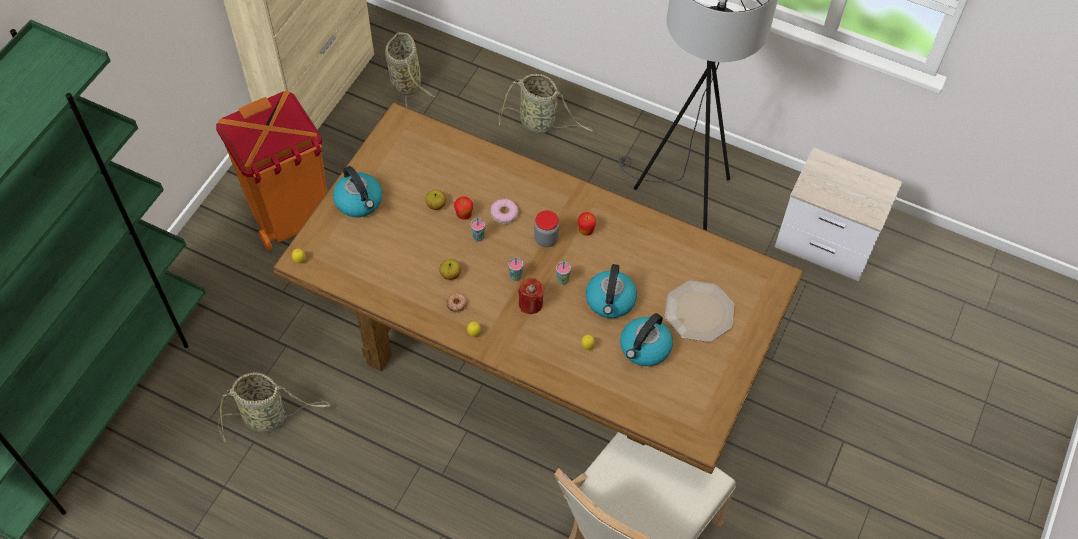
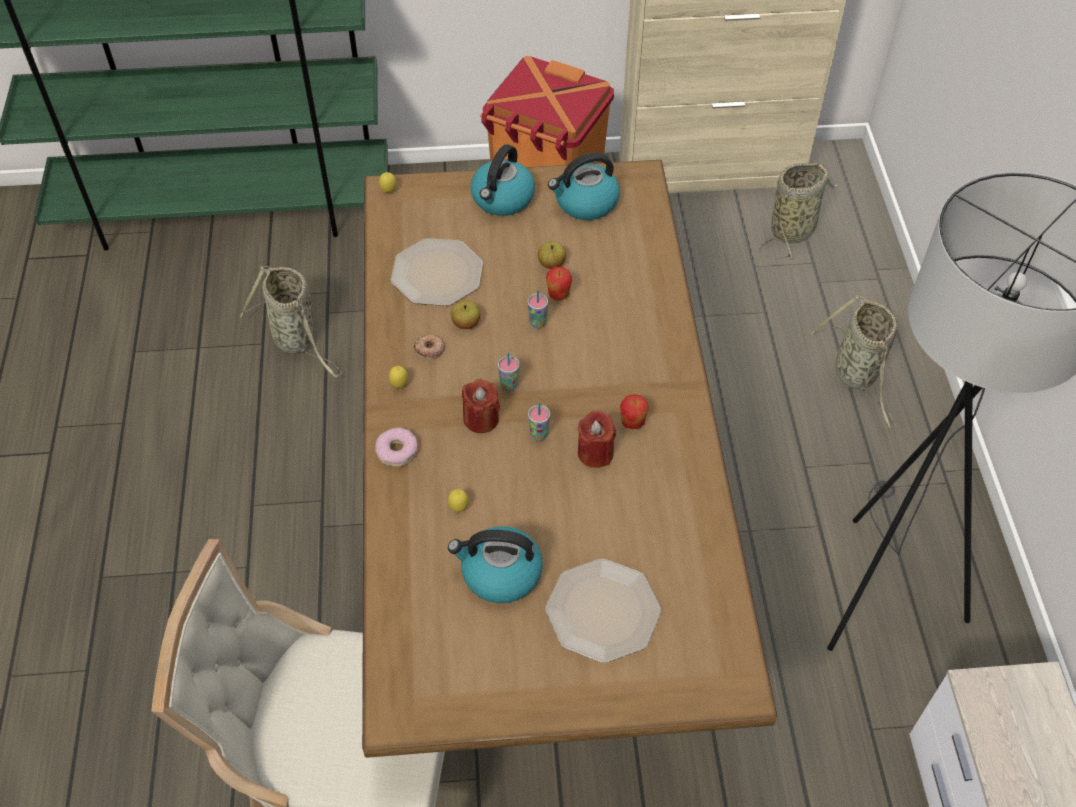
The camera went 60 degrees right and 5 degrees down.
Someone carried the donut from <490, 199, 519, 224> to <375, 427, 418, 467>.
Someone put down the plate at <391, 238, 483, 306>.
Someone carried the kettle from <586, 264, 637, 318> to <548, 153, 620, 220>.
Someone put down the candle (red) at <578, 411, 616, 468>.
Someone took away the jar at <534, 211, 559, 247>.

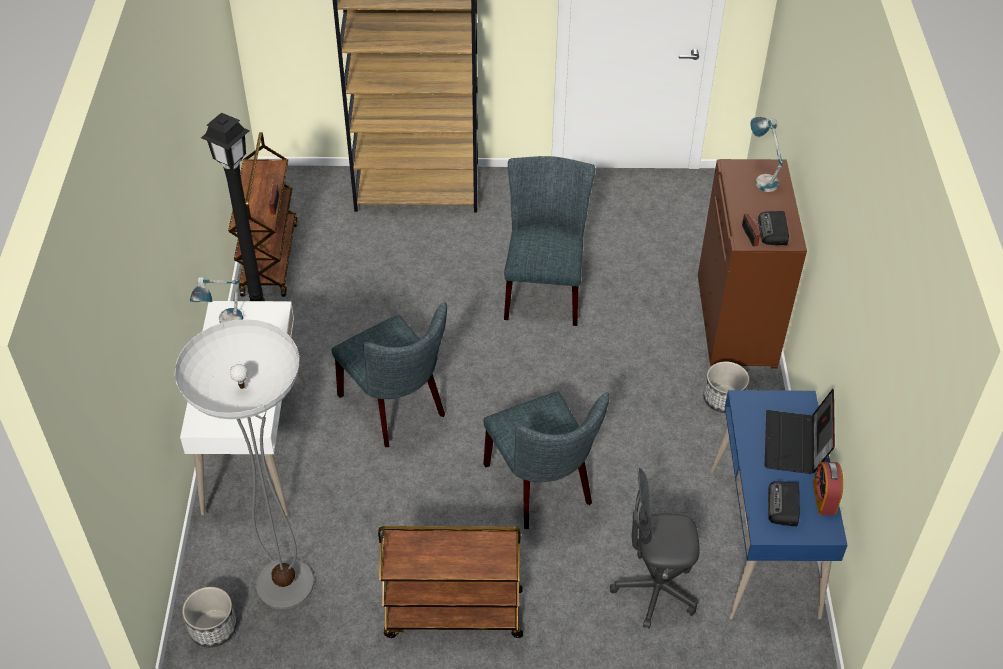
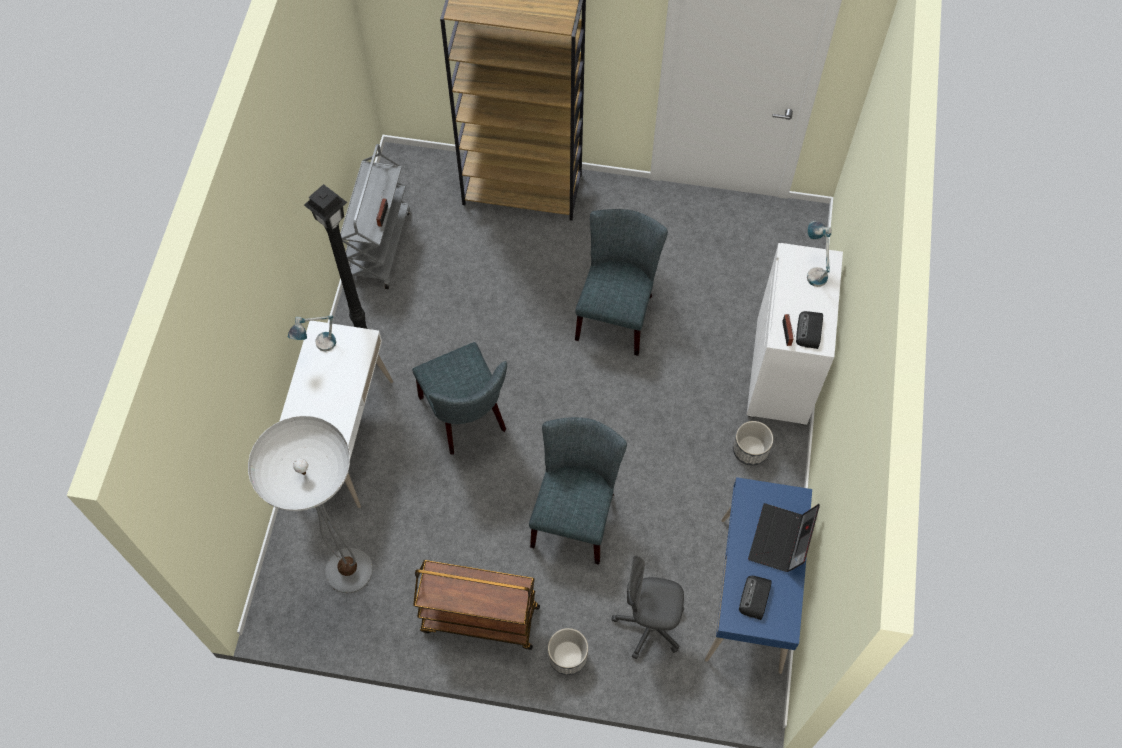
The camera went 10 degrees right and 15 degrees up.
Someone repainted the cart (brown) at <228, 132, 298, 297>, which became the cart (grey) at <340, 144, 410, 289>.
Someone rotated the chair (grey) at <483, 392, 610, 529> by 150 degrees counterclockwise.
Someone carried the planter from <182, 587, 237, 647> to <548, 628, 588, 675>.
Someone repainted the cabinet (brown) at <698, 159, 807, 369>, which became the cabinet (white) at <747, 243, 843, 426>.
Someone took away the alarm clock at <813, 462, 843, 515>.

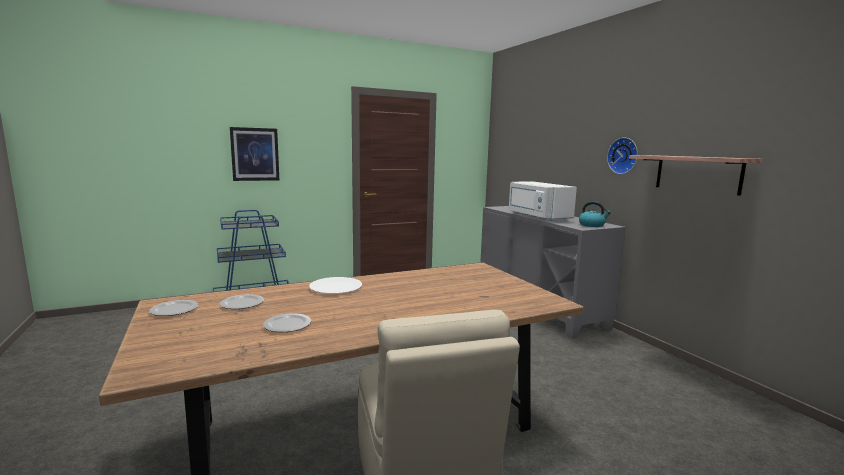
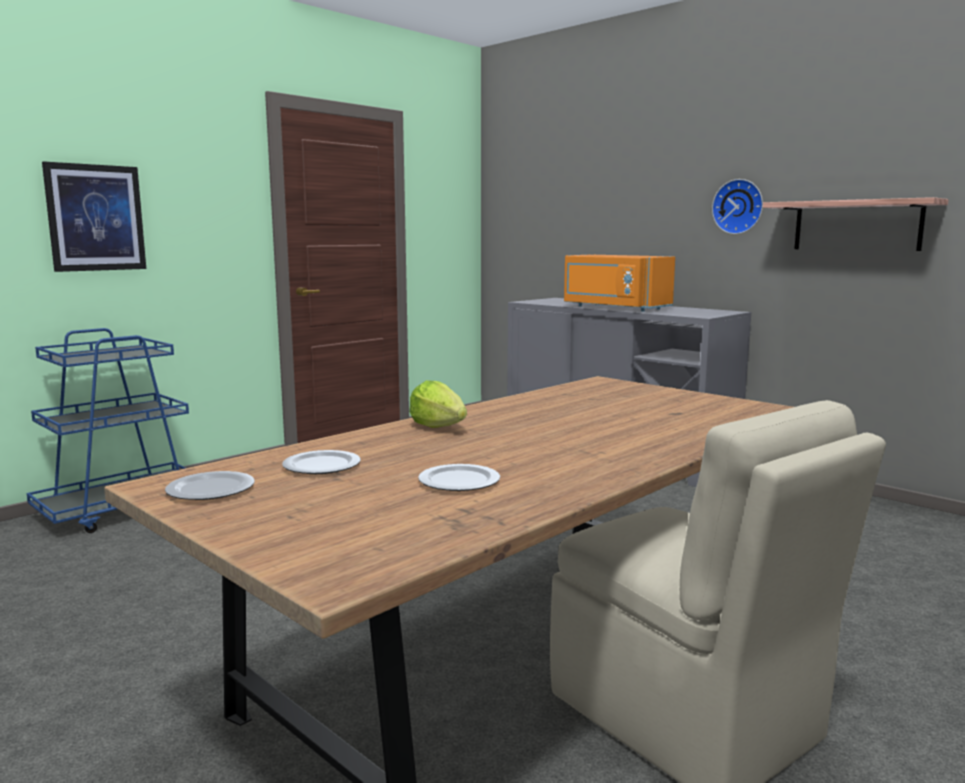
The camera went 20 degrees left and 0 degrees up.
Someone swapped the plate (white) at <309, 277, 362, 294> for the lettuce at <409, 380, 467, 428>.
Someone repainted the microwave (white) at <509, 181, 577, 221>, which became the microwave (orange) at <564, 255, 675, 312>.
Someone took away the kettle at <579, 201, 611, 227>.

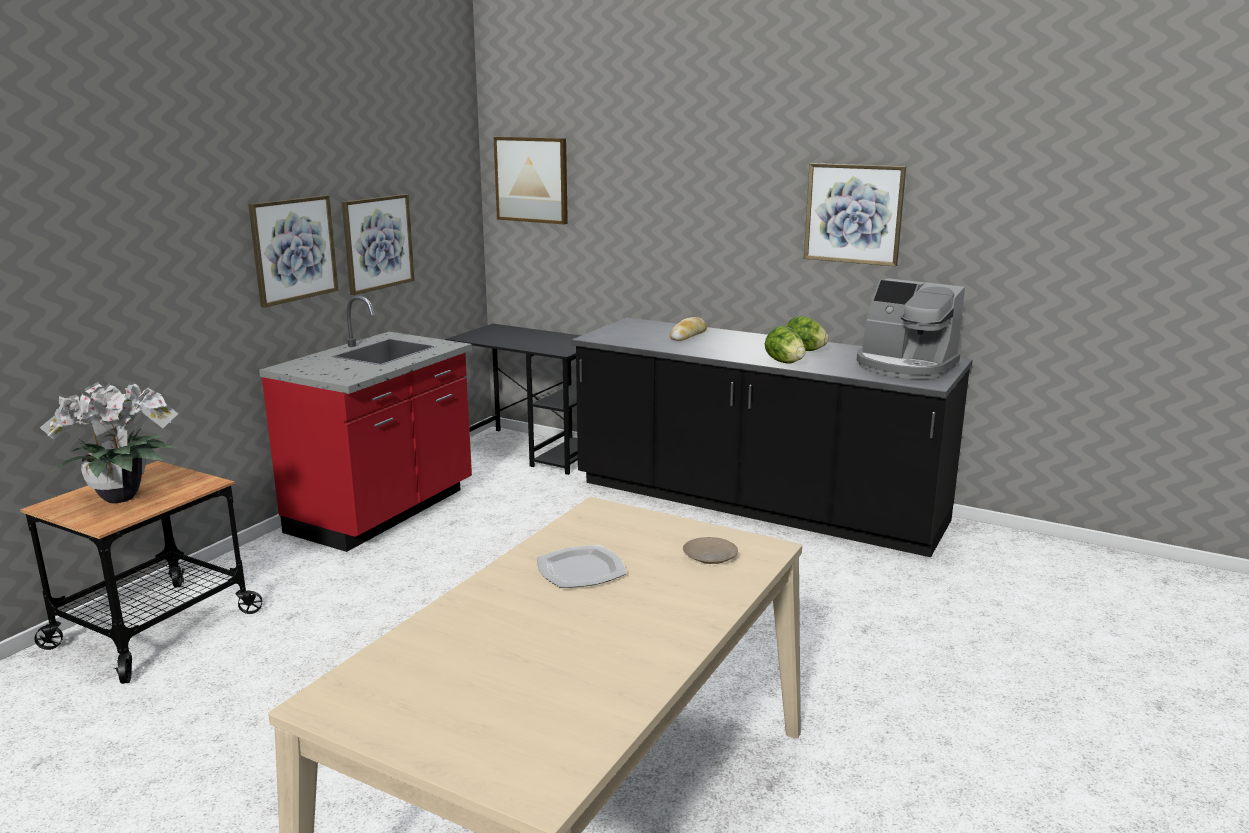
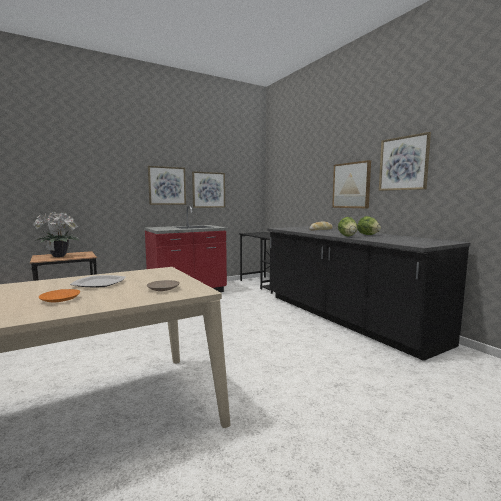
The camera went 30 degrees right and 10 degrees down.
Someone put down the plate (orange) at <39, 289, 80, 302>.
Someone carried the picture from <494, 137, 568, 224> to <332, 160, 371, 208>.
Someone took away the coffee machine at <857, 278, 965, 379>.

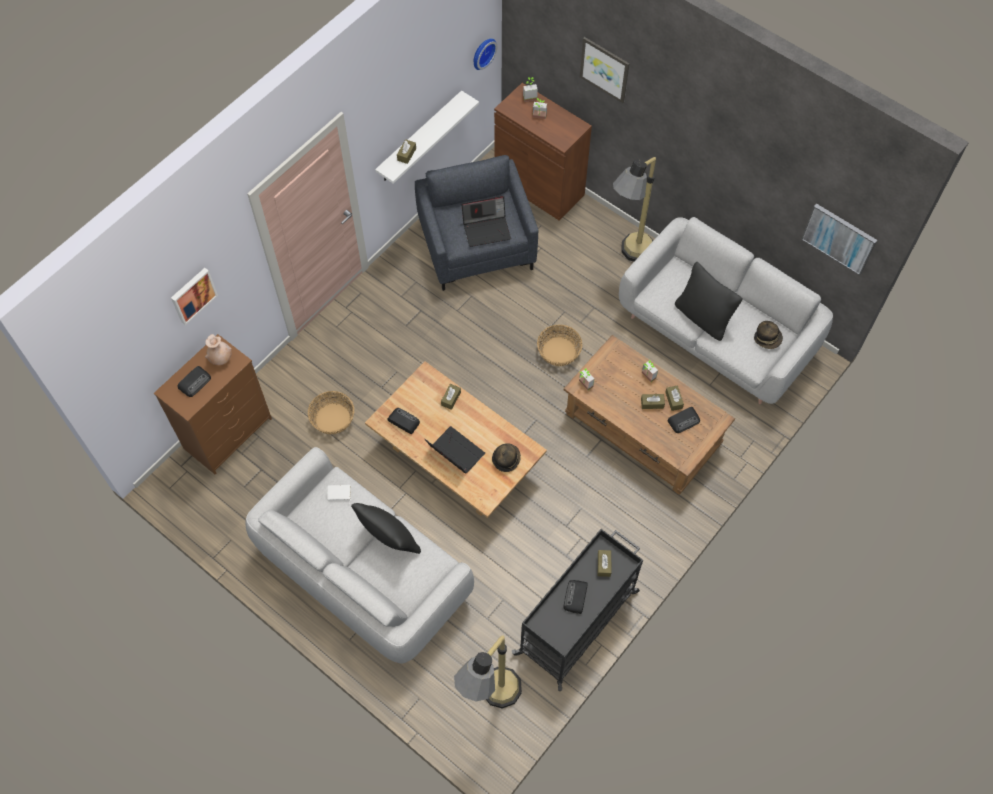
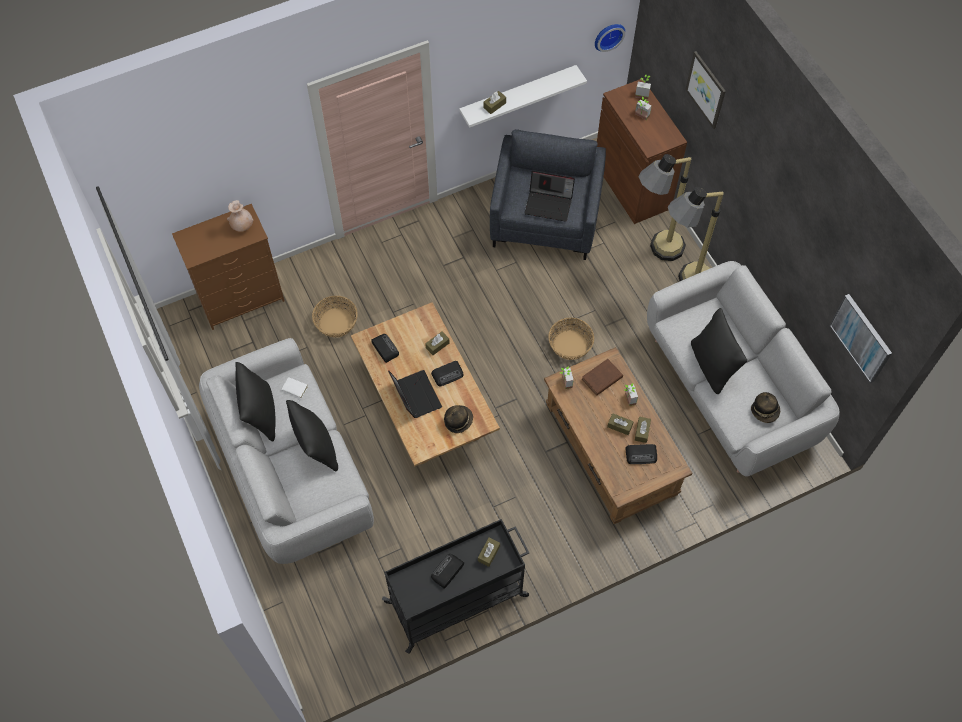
The camera went 25 degrees right and 0 degrees up.
Someone put down the pillow (black) at <235, 362, 276, 441>.
Someone carried the radio from <177, 366, 211, 397> to <431, 361, 464, 386>.
Someone put down the book (brown) at <582, 359, 623, 396>.
Someone carried the floor lamp from <454, 635, 522, 709> to <639, 154, 691, 261>.
Someone took away the picture at <171, 268, 218, 325>.

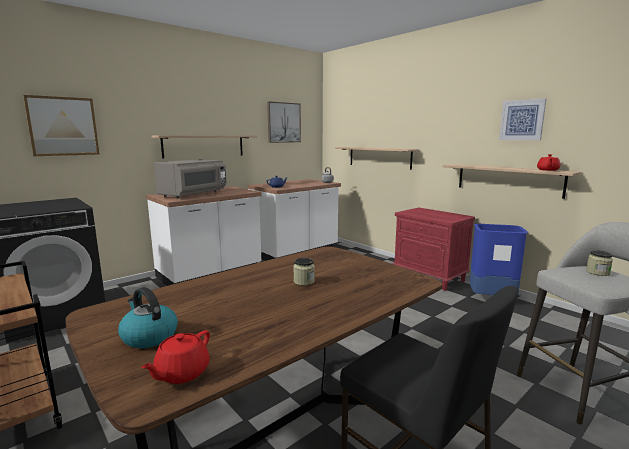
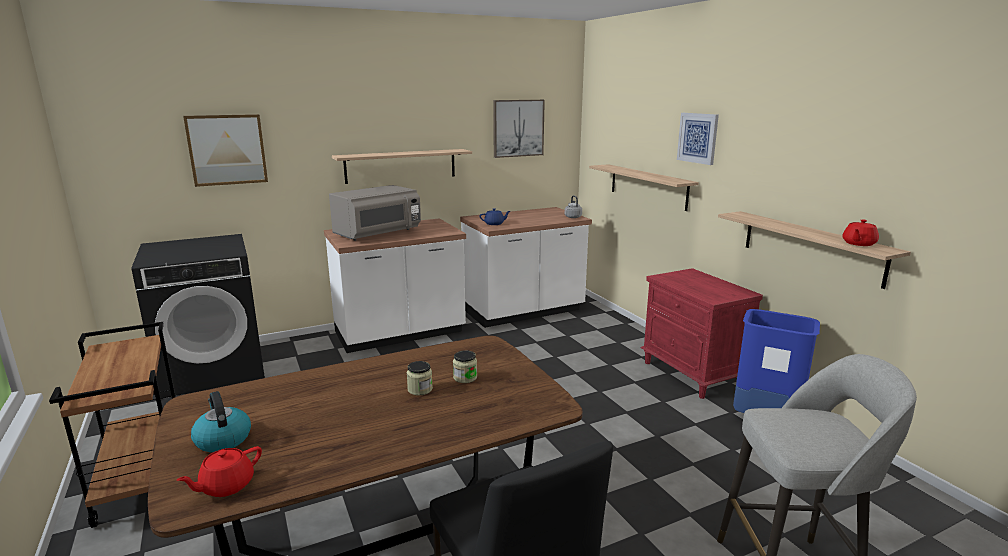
The camera went 15 degrees right and 5 degrees up.
Someone carried the jar from <586, 250, 613, 276> to <453, 350, 477, 383>.
Someone carried the picture from <499, 98, 547, 140> to <677, 113, 719, 165>.

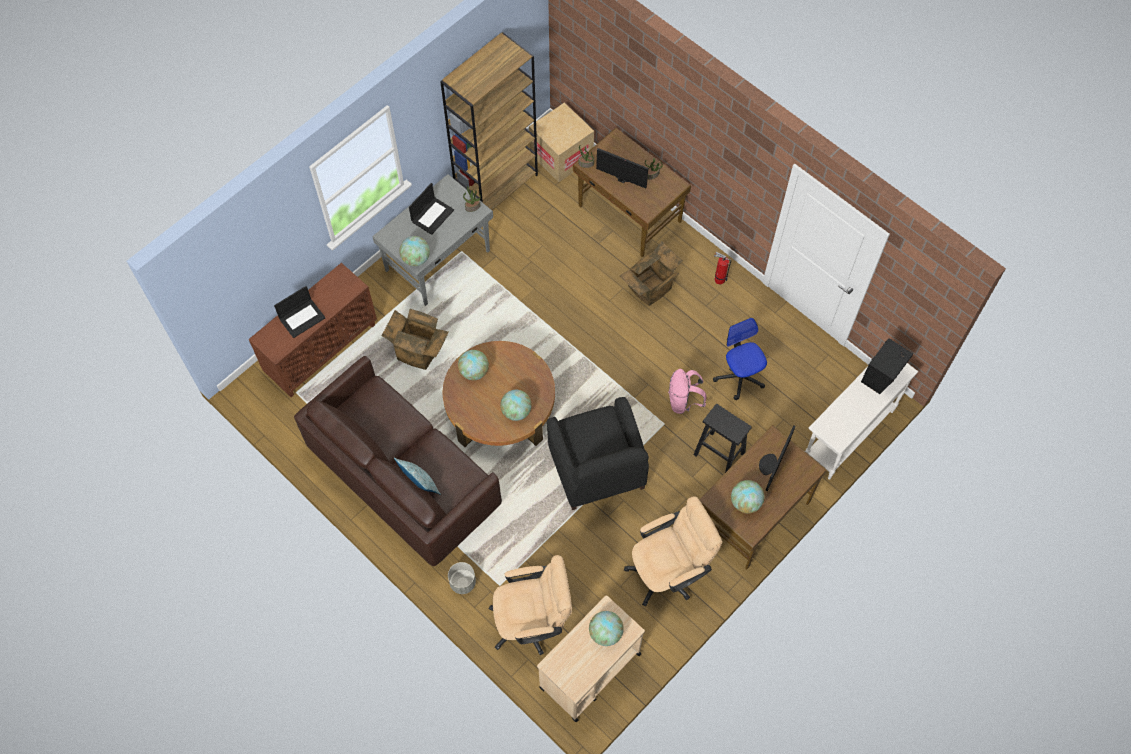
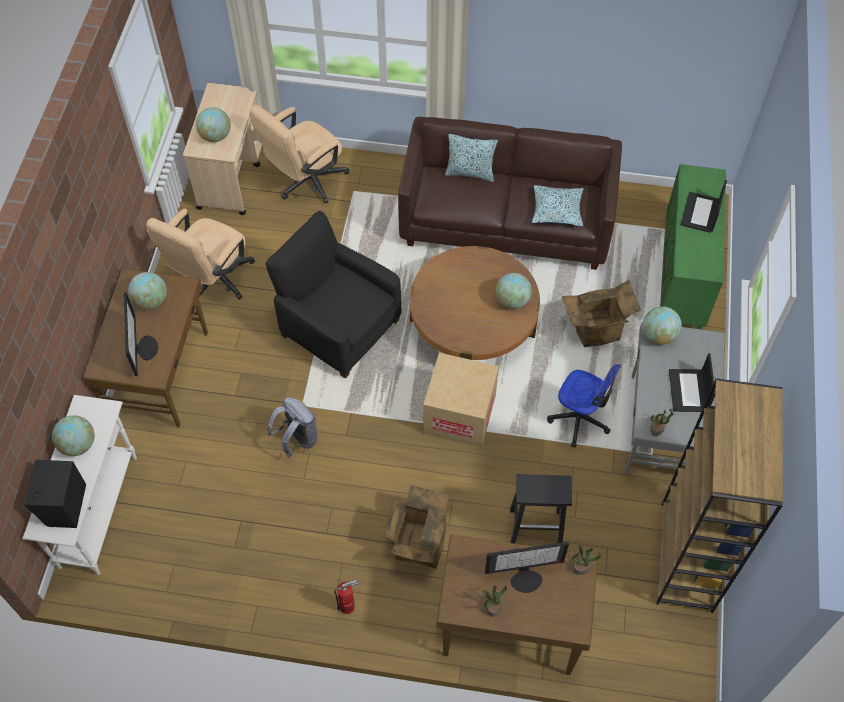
The camera went 145 degrees right and 5 degrees down.
Someone carried the globe from <500, 390, 532, 421> to <52, 415, 94, 456>.
Someone repainted the backpack (pink) at <668, 369, 706, 414>, which became the backpack (grey) at <267, 397, 318, 458>.
Someone carried the cardboard box from <529, 102, 594, 182> to <423, 353, 499, 448>.
Someone carried the stool (black) from <693, 404, 752, 473> to <510, 474, 572, 544>.
Someone put down the pillow at <532, 185, 584, 227>.
Someone carried the office chair from <713, 318, 767, 400> to <547, 364, 621, 448>.
Someone repainted the cabinet (brown) at <249, 263, 377, 397>, which became the cabinet (green) at <660, 164, 726, 329>.
Someone took away the planter (grey) at <448, 562, 476, 594>.

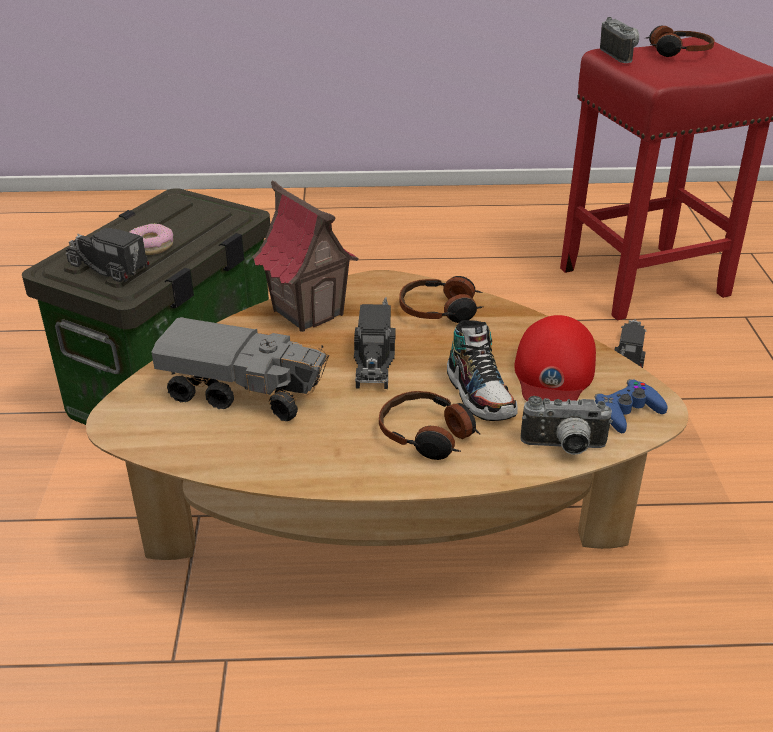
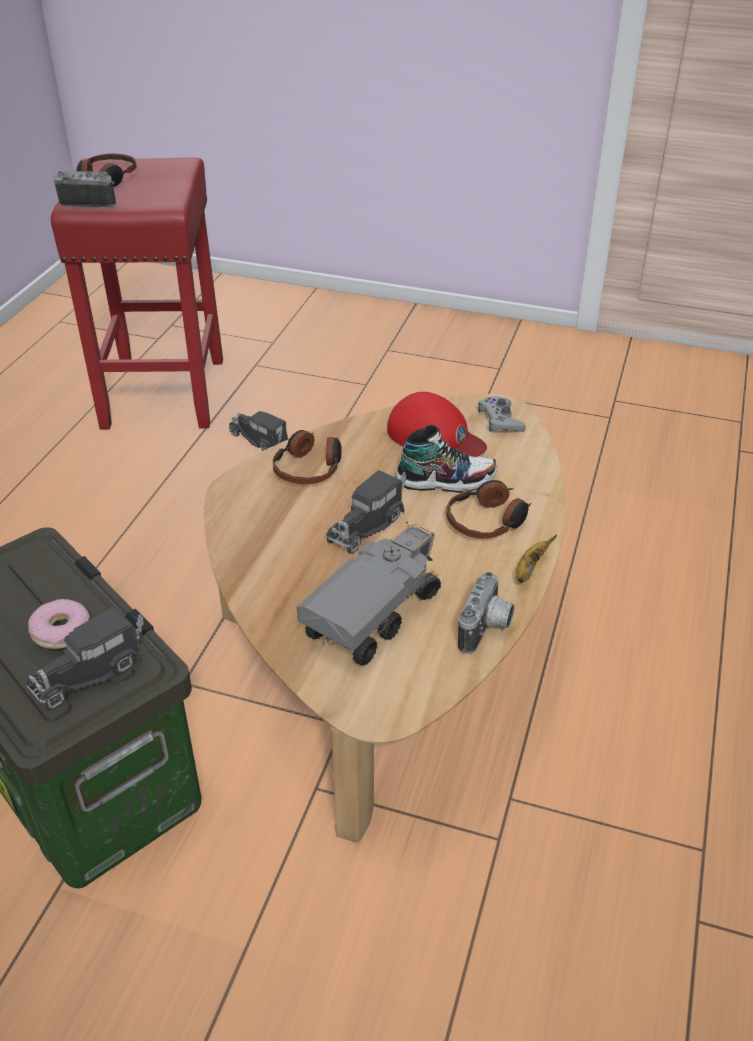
The camera went 70 degrees left and 5 degrees up.
Someone rotated the toy truck at <354, 297, 395, 389> by 105 degrees clockwise.
Someone carried the photo camera from <520, 396, 613, 455> to <458, 572, 514, 654>.
Someone repainted the game controller (blue) at <594, 379, 668, 433>, which became the game controller (grey) at <478, 396, 526, 432>.
Someone put down the banana at <516, 535, 557, 583>.
Someone took away the toy house at <252, 181, 359, 332>.

